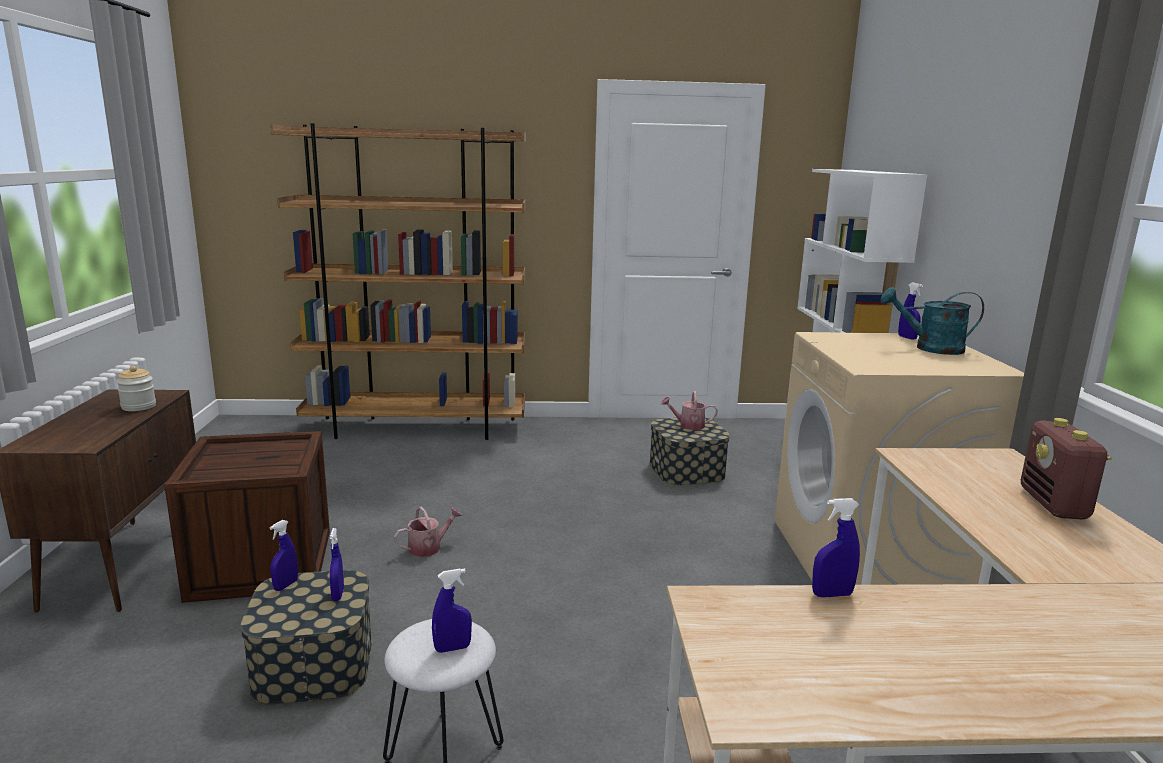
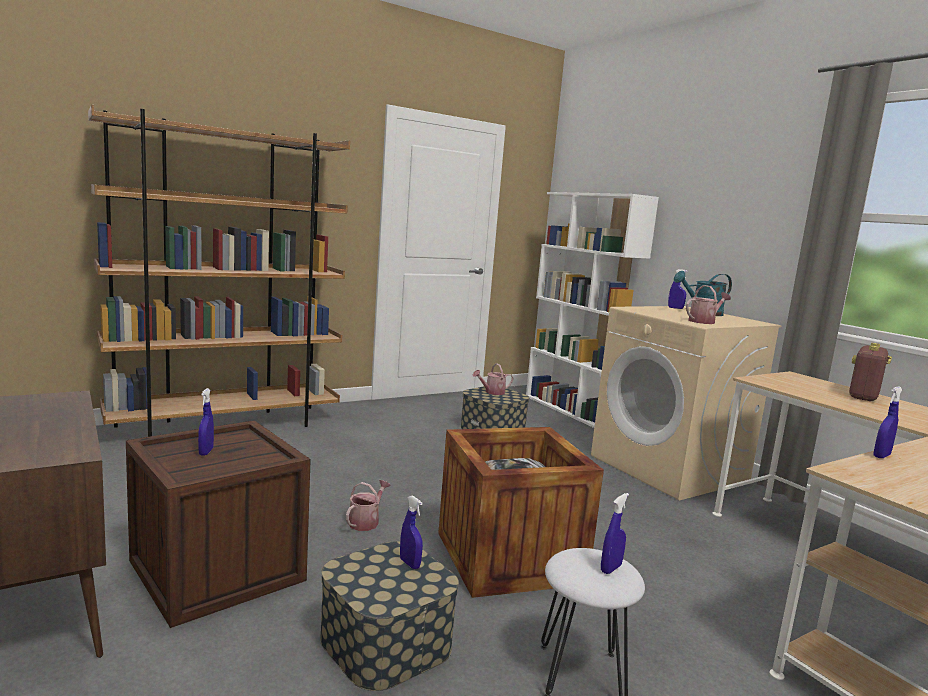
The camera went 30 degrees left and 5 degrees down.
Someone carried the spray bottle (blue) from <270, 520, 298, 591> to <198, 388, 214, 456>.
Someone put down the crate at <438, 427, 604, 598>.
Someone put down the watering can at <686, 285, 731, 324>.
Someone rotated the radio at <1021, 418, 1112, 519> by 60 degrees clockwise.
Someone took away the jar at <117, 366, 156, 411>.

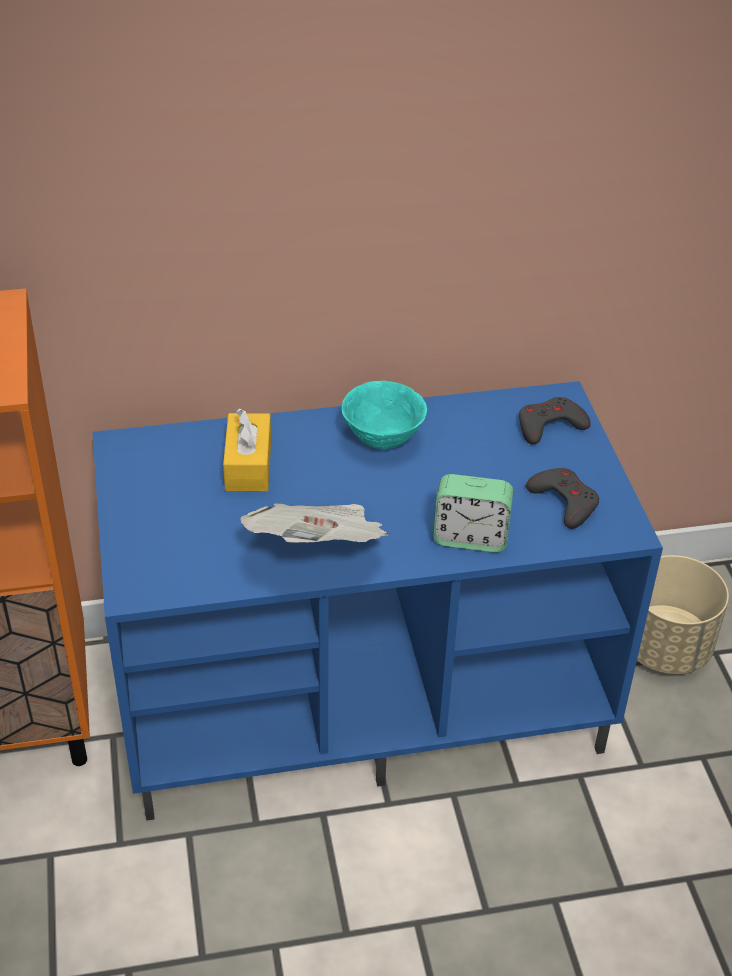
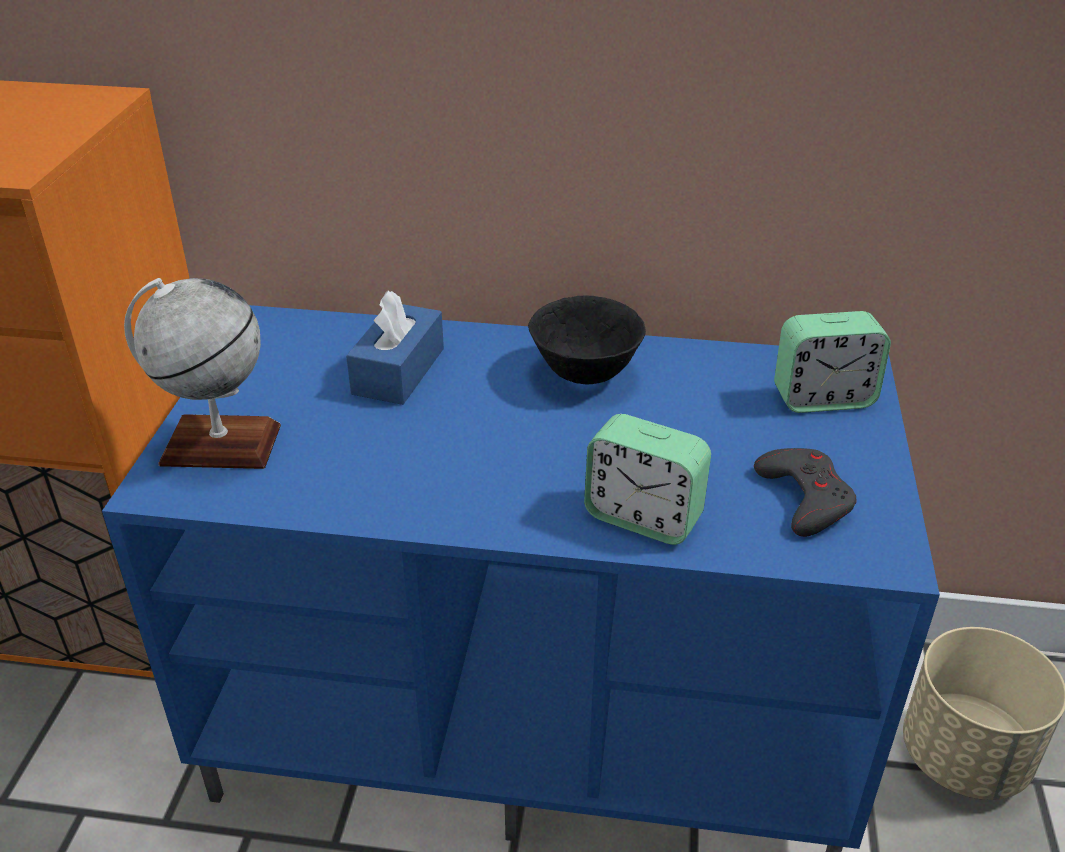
The camera went 20 degrees right and 5 degrees down.
Someone put down the globe at <124, 278, 281, 469>.
Someone repainted the tissue box (yellow) at <223, 408, 271, 491>, which became the tissue box (blue) at <346, 290, 444, 405>.
Someone repainted the bowl (turquoise) at <342, 381, 427, 449>, which became the bowl (black) at <528, 296, 646, 385>.
Someone swapped the game controller (grey) at <519, 397, 591, 444> for the alarm clock at <774, 311, 891, 413>.
Someone took away the newspaper at <240, 503, 389, 543>.

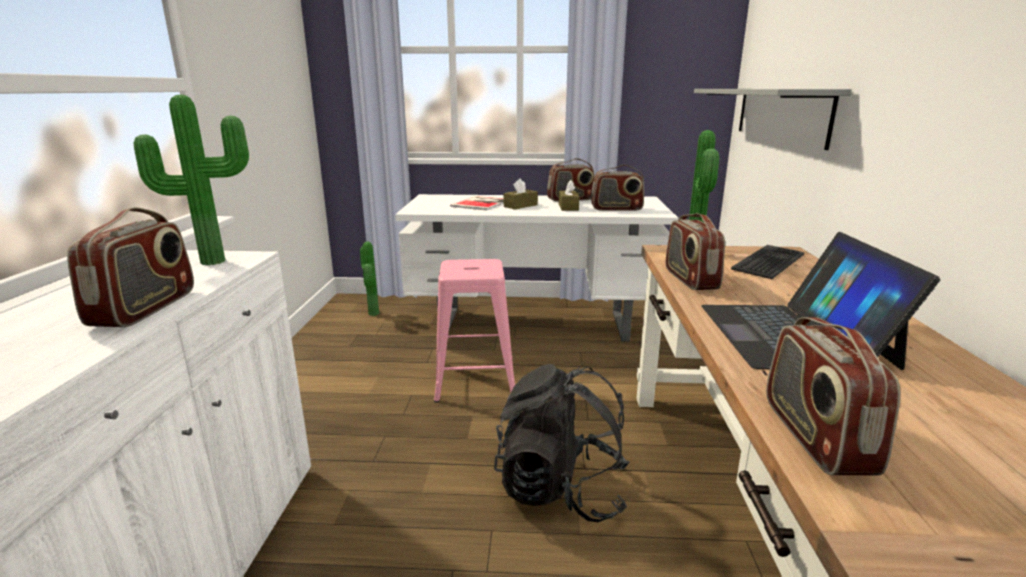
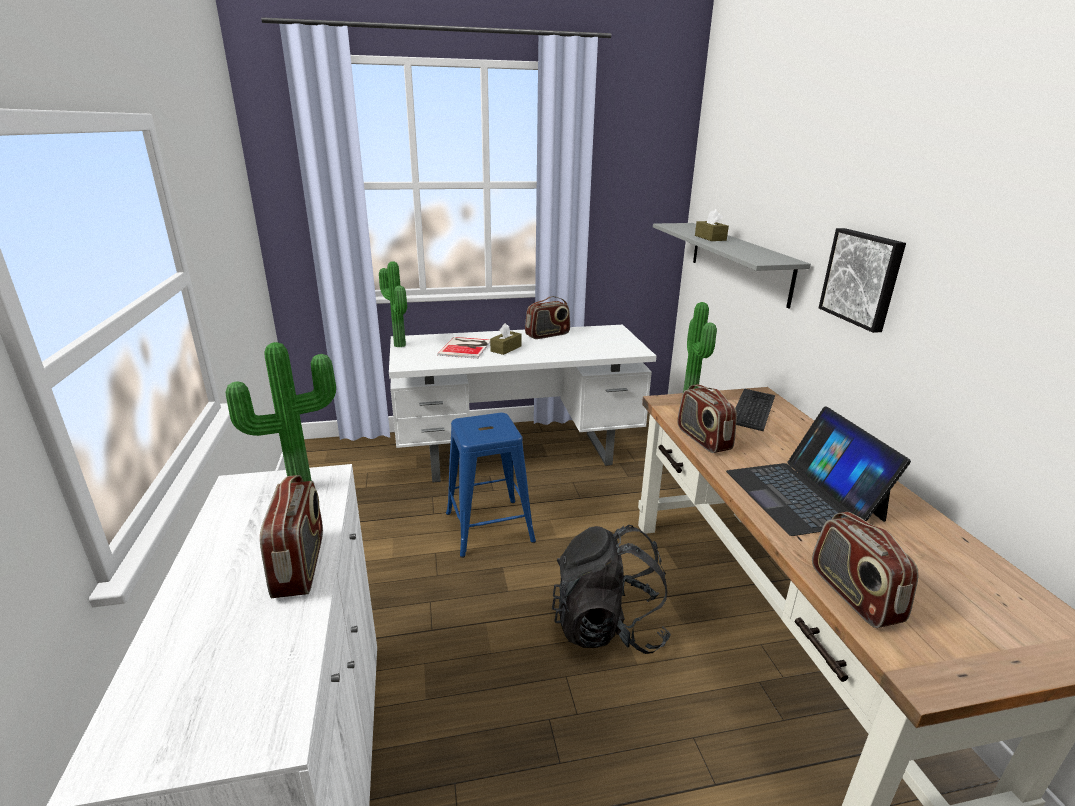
The camera went 15 degrees left and 5 degrees up.
Someone carried the potted plant from <360, 242, 379, 316> to <379, 262, 407, 347>.
Someone repainted the stool (pink) at <434, 259, 515, 403>, which became the stool (blue) at <446, 413, 536, 558>.
Someone carried the tissue box (brown) from <559, 180, 579, 211> to <695, 209, 729, 241>.
Someone put up the picture at <819, 228, 906, 333>.
Someone took away the radio at <591, 165, 644, 211>.

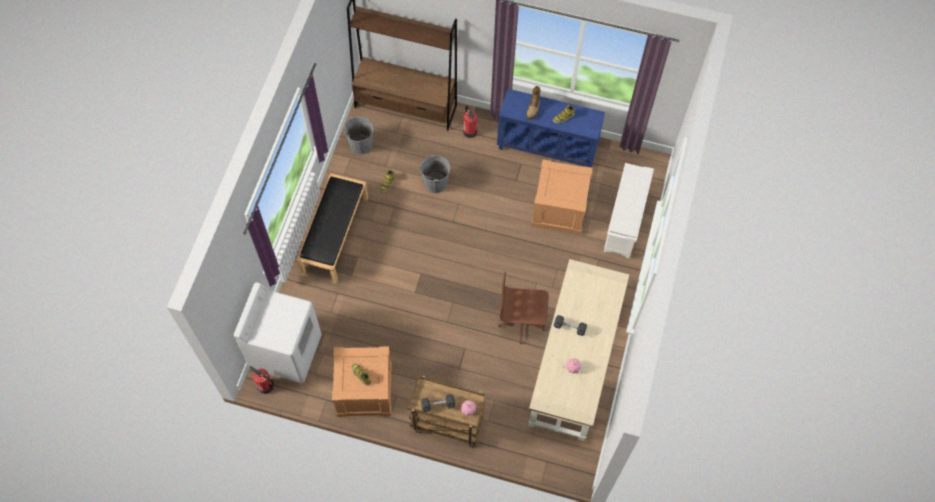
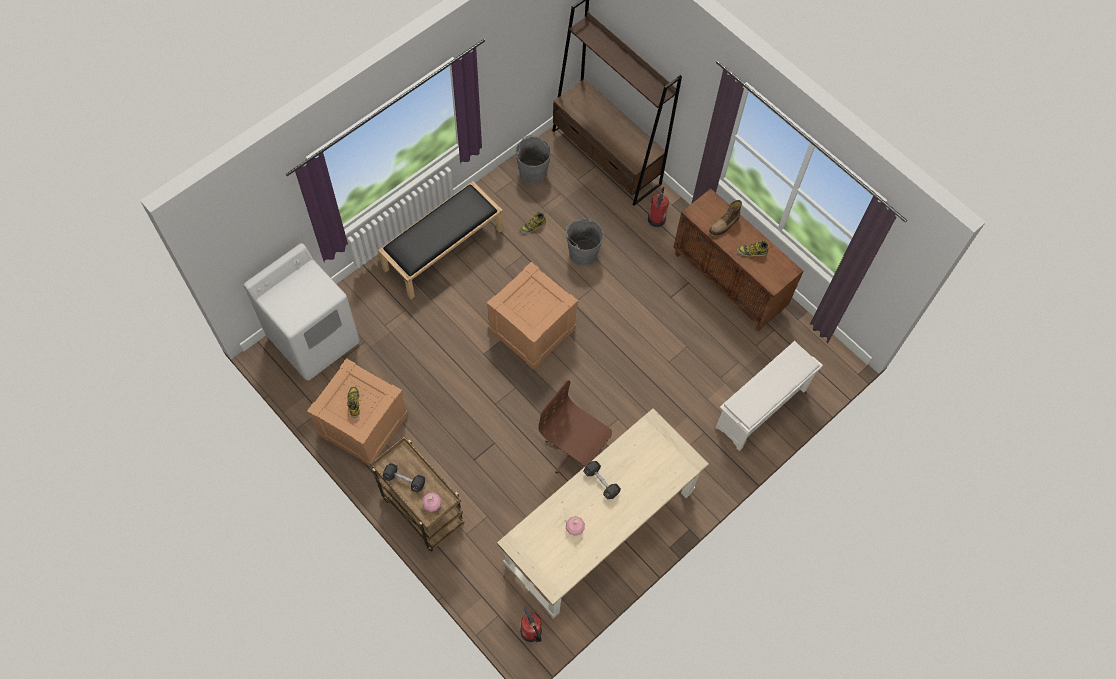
The camera went 30 degrees right and 0 degrees up.
Someone carried the crate from <531, 159, 593, 235> to <487, 262, 578, 370>.
Someone carried the fire extinguisher from <249, 366, 274, 394> to <520, 607, 542, 642>.
Someone repainted the cabinet (blue) at <497, 89, 605, 168>, which became the cabinet (brown) at <673, 189, 803, 331>.

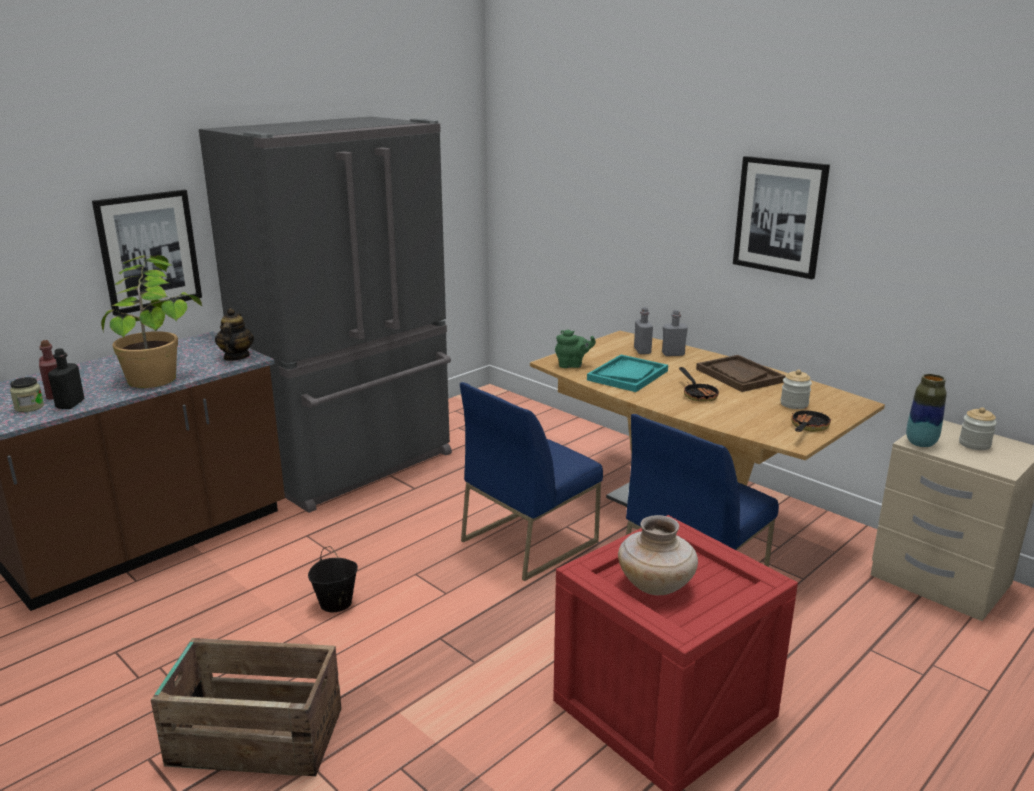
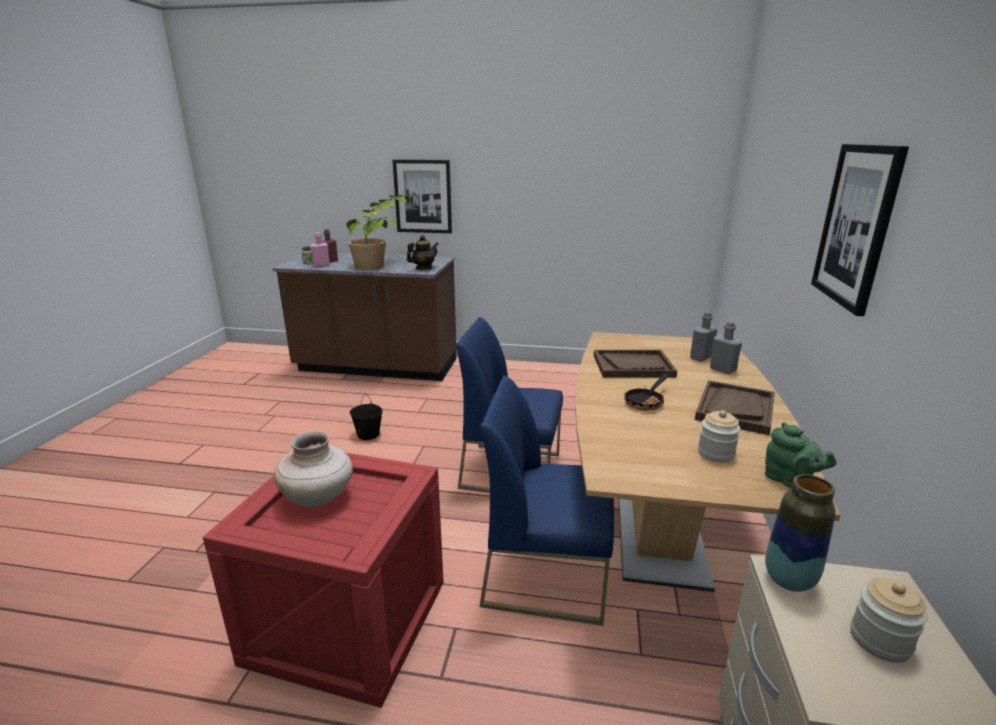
The camera went 55 degrees right and 0 degrees up.
Someone repainted the bottle (black) at <48, 348, 85, 409>, which became the bottle (pink) at <310, 233, 330, 267>.
Someone repainted the tray (turquoise) at <587, 355, 668, 392>, which became the tray (brown) at <594, 350, 677, 378>.
Someone carried the teapot (green) from <555, 330, 596, 368> to <765, 422, 837, 488>.
Someone took away the crate at <151, 638, 342, 776>.
Someone took away the fridge (grey) at <199, 116, 452, 513>.
Someone took away the frying pan at <791, 407, 831, 432>.

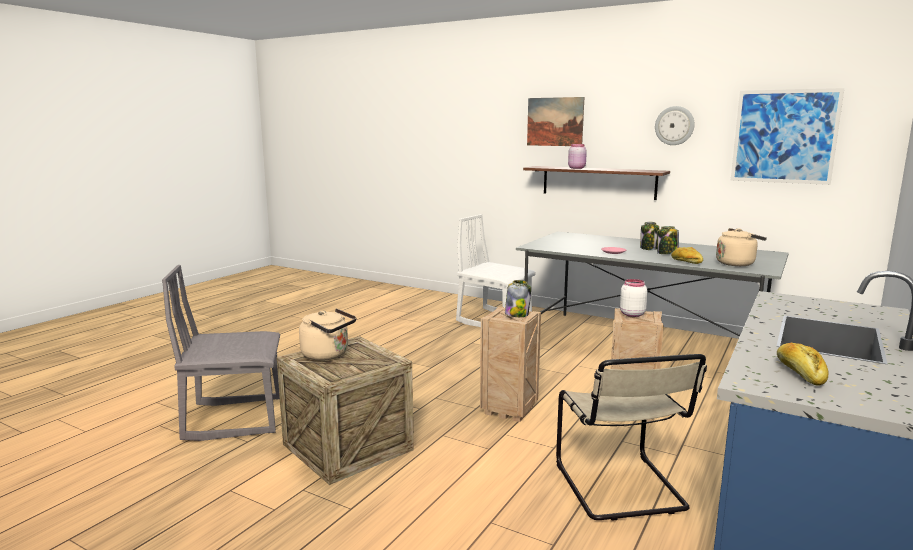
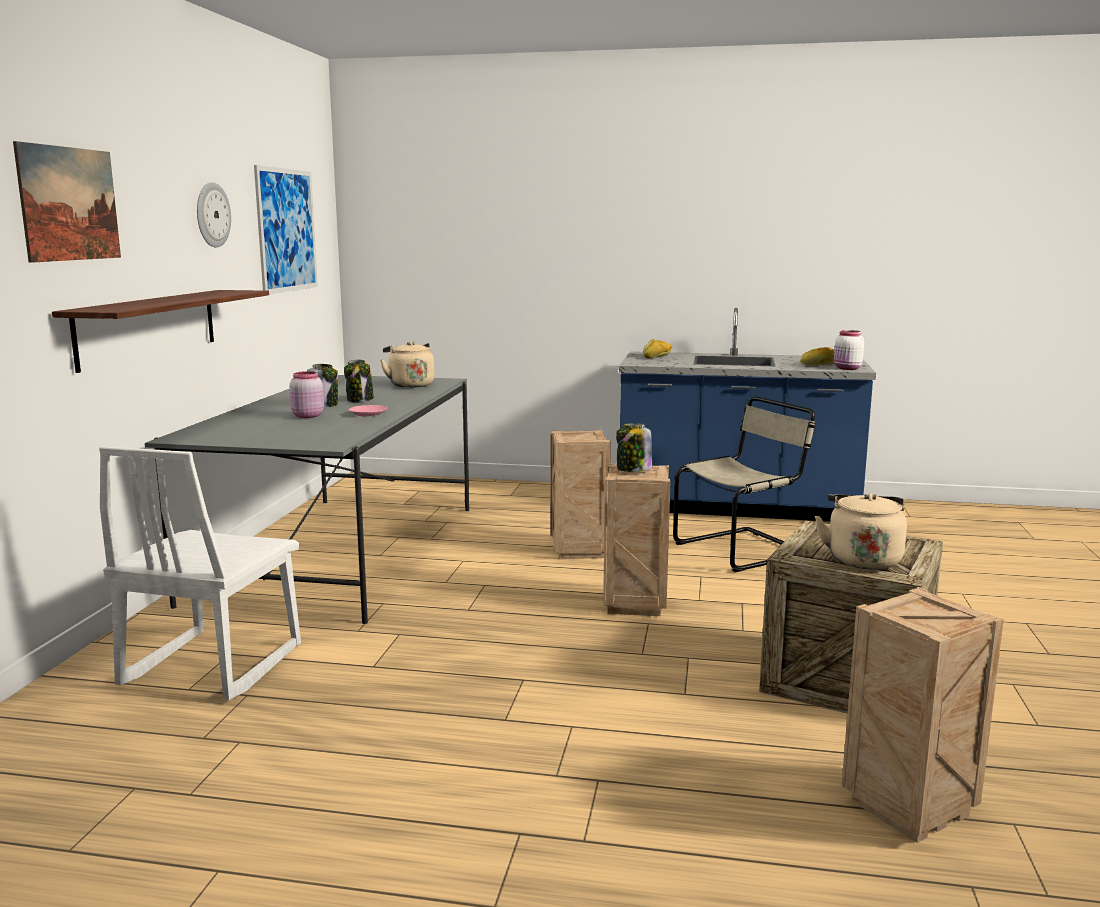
The camera went 110 degrees left and 0 degrees up.
Someone carried the jar (pink) from <568, 144, 587, 169> to <289, 371, 324, 418>.
Someone carried the bread from <671, 247, 703, 264> to <643, 339, 672, 359>.
Someone carried the jar (white) from <620, 279, 648, 317> to <834, 330, 864, 370>.
Someone swapped the chair (grey) at <162, 265, 280, 441> for the crate at <841, 587, 1004, 843>.

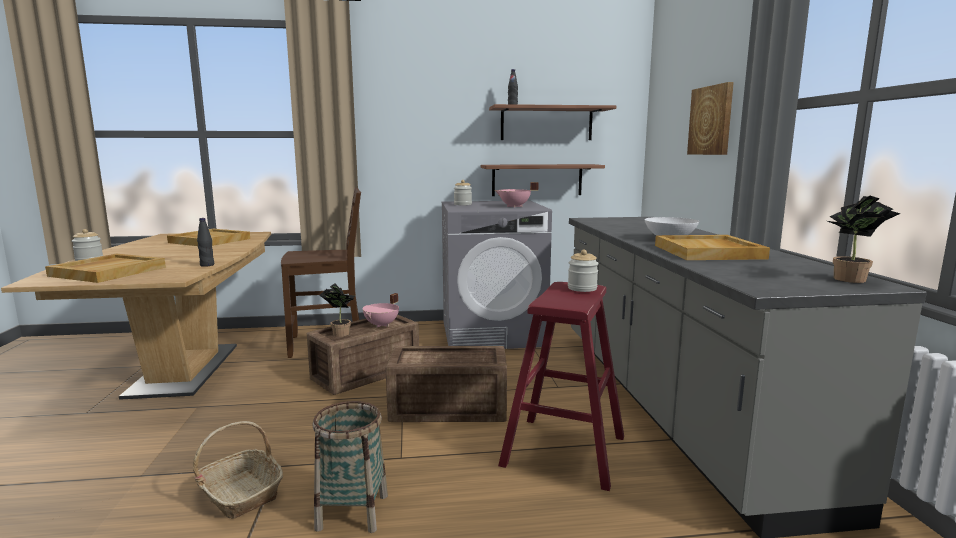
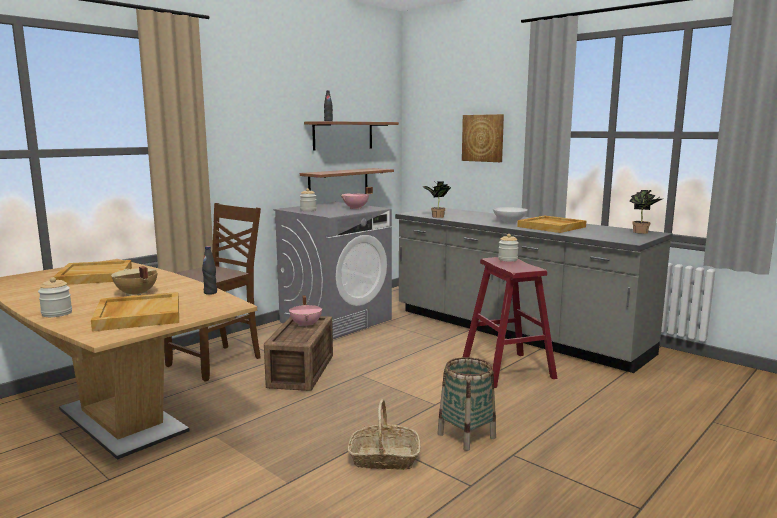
The camera went 40 degrees left and 0 degrees up.
Someone put down the cooking pot (beige) at <111, 266, 157, 296>.
Someone carried the potted plant from <319, 283, 355, 337> to <423, 181, 451, 218>.
Someone took away the crate at <385, 346, 507, 422>.

